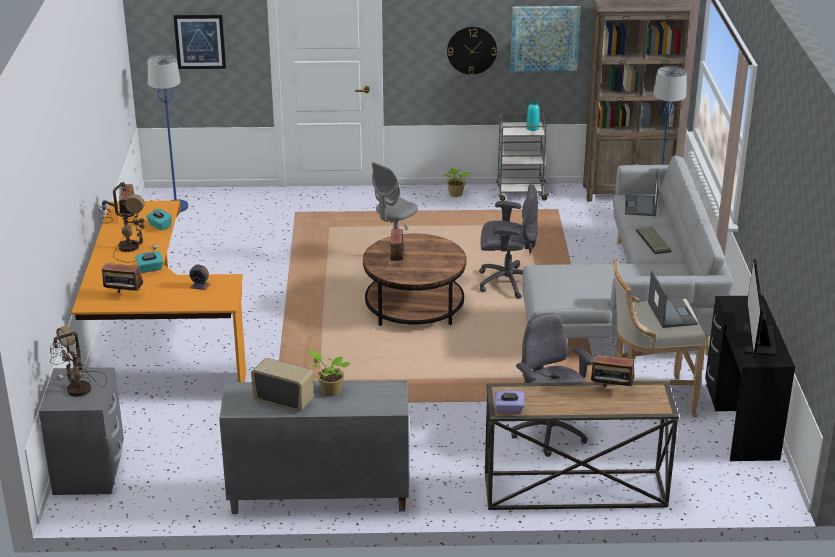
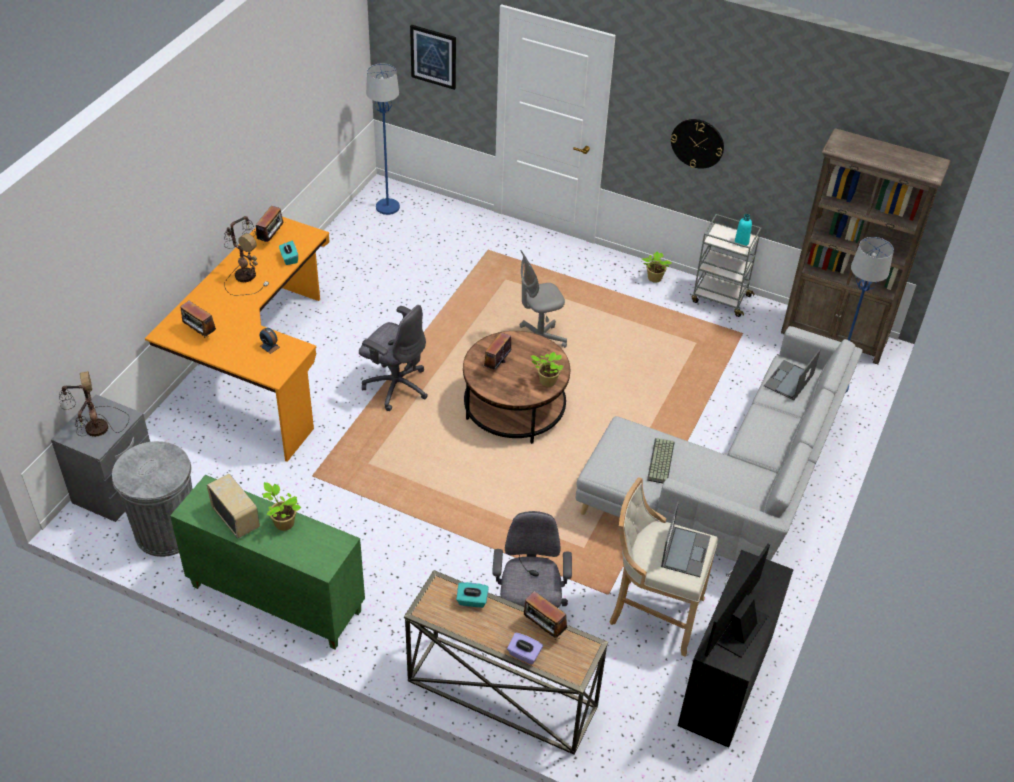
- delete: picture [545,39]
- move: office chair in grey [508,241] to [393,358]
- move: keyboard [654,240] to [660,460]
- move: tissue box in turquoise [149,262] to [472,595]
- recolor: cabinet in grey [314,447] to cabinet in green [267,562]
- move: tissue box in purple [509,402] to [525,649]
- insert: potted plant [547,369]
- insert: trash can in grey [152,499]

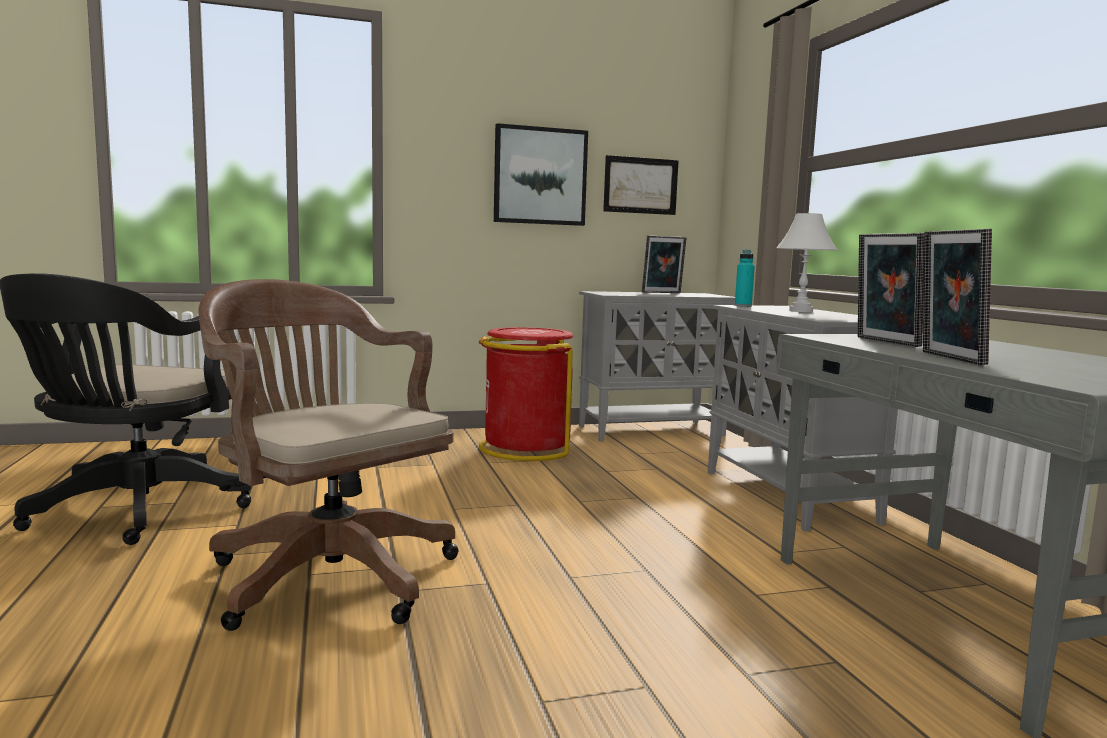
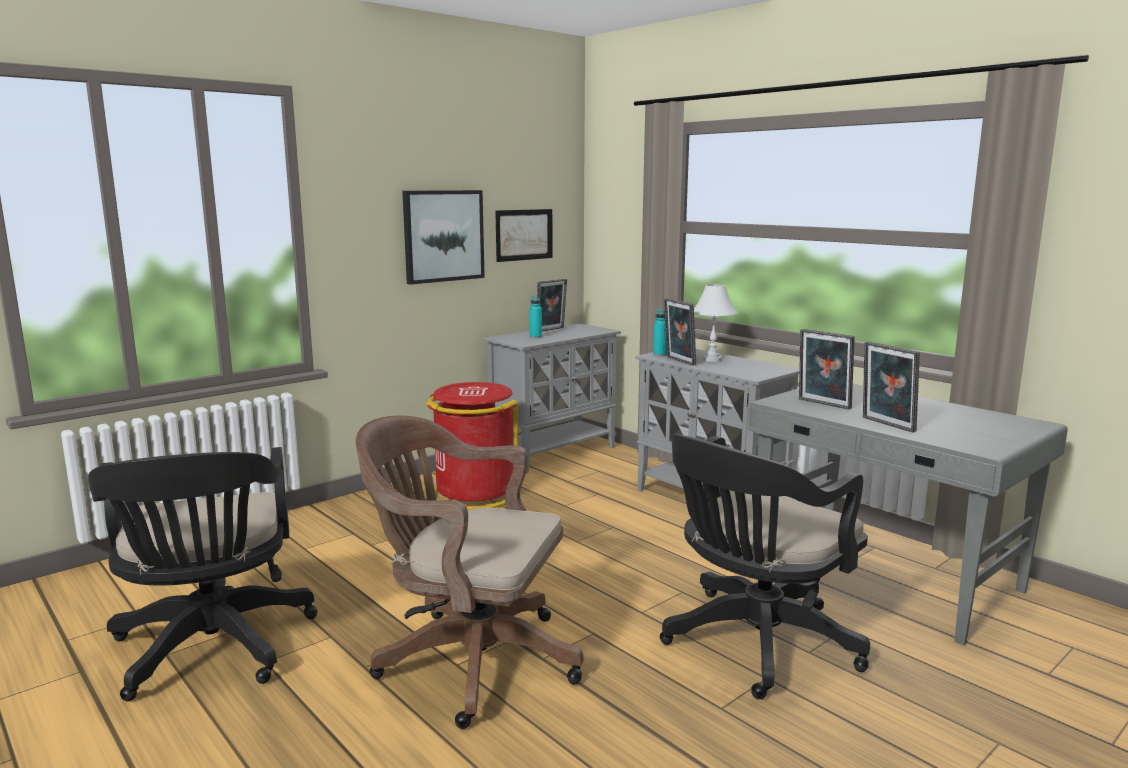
- insert: bottle in turquoise [536,317]
- insert: picture frame [680,332]
- insert: office chair in black [765,566]

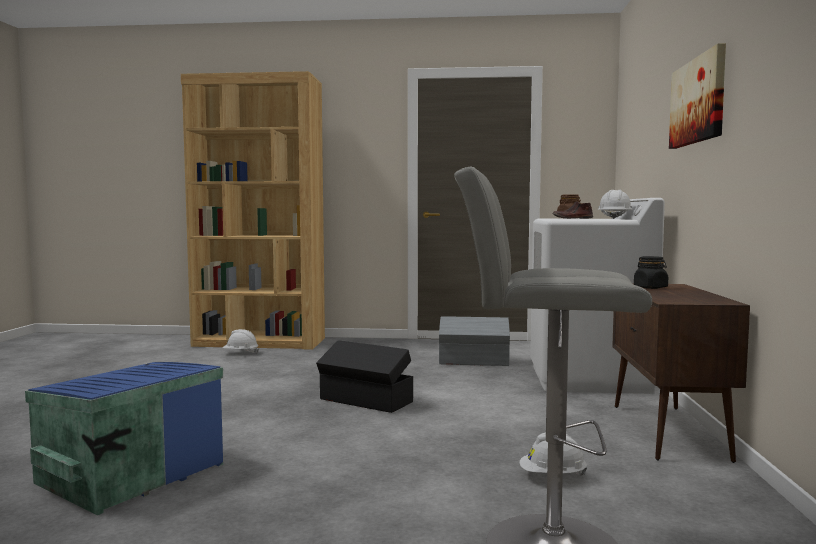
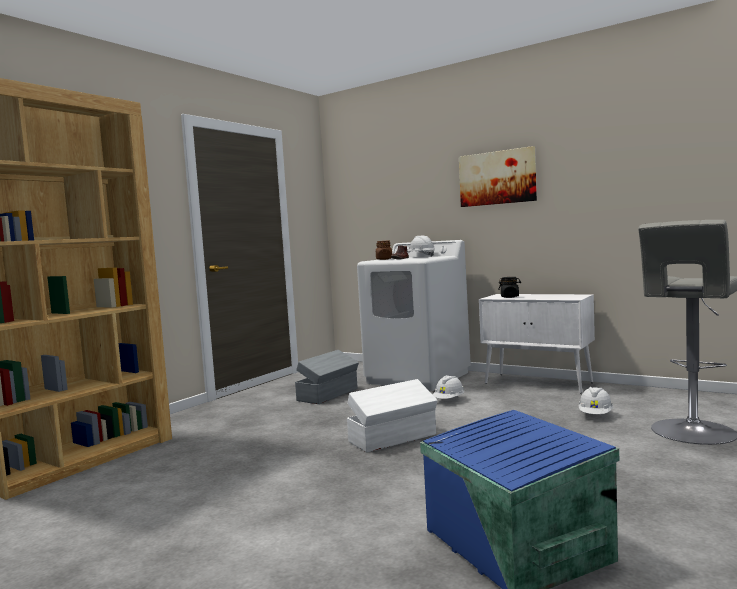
- recolor: cabinet in brown [681,373] to cabinet in white [537,344]
- move: hard hat in white [240,341] to [449,387]
- recolor: storage box in black [364,376] to storage box in white [392,415]

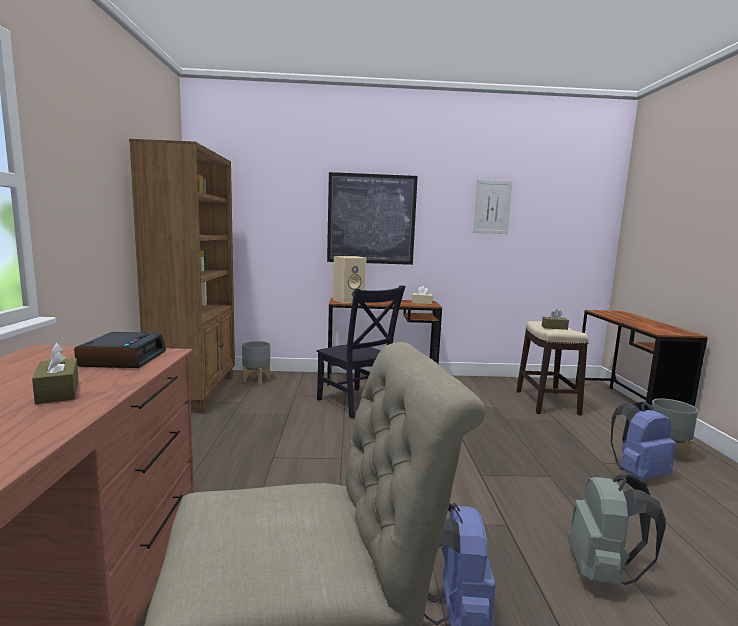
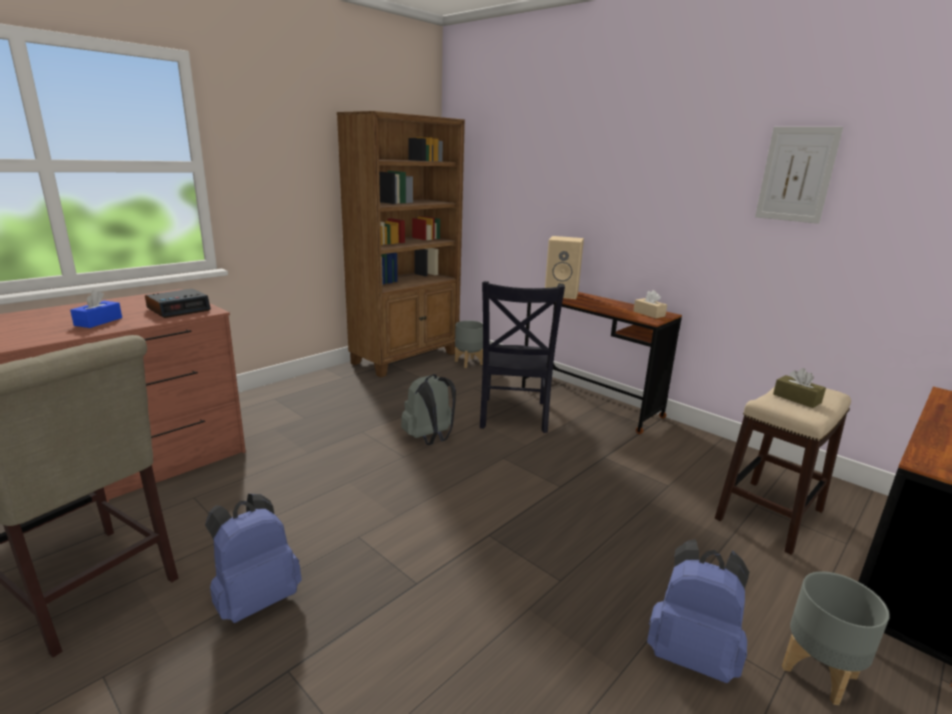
- delete: picture [372,218]
- recolor: tissue box in brown [55,373] to tissue box in blue [96,309]
- move: backpack in grey [617,530] to [428,409]

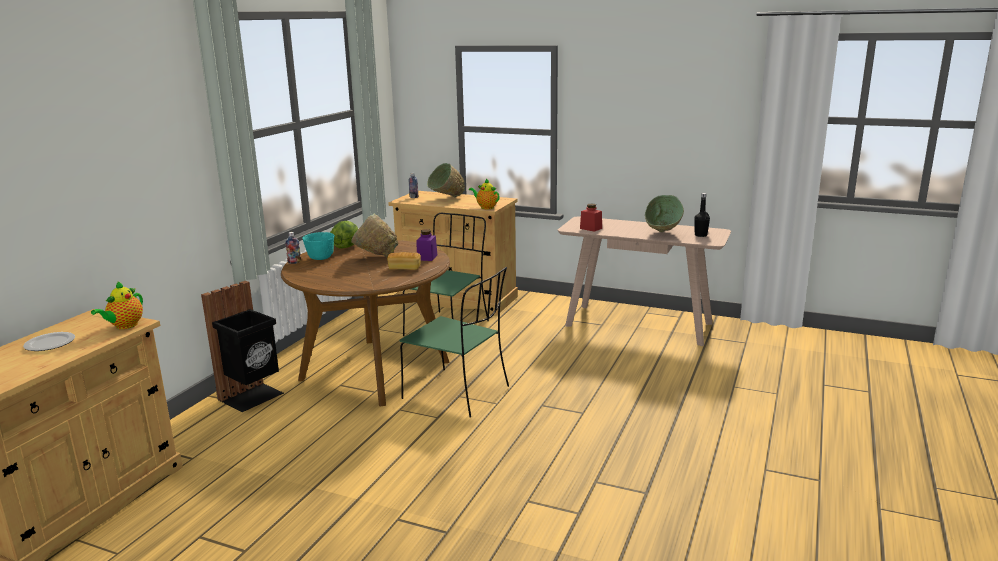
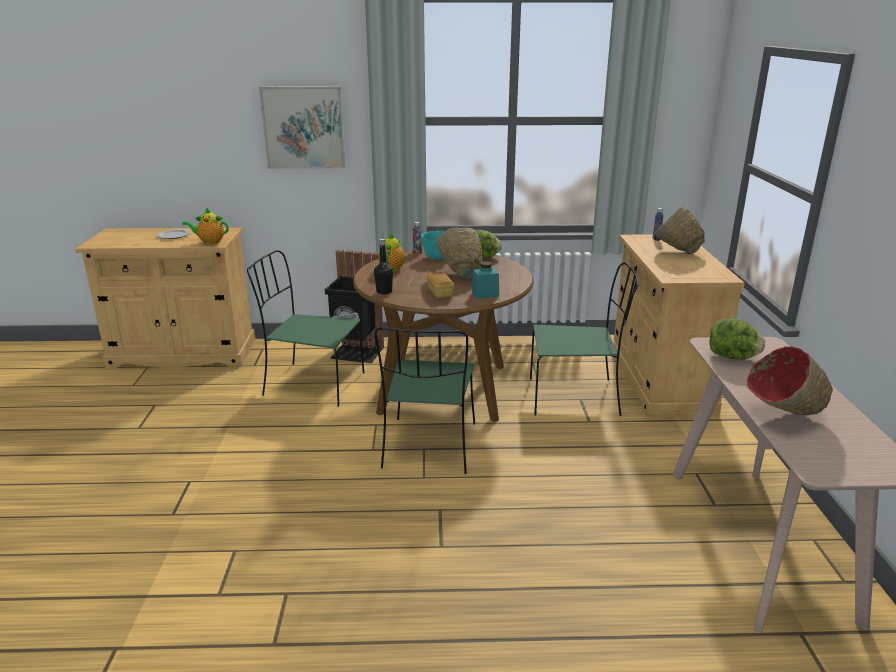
- move: teapot [484,193] to [391,252]
- move: bottle in black [702,215] to [383,266]
- recolor: bowl in green [664,213] to bowl in red [790,380]
- replace: jar in red [591,218] to lettuce [737,339]
- recolor: jar in purple [427,245] to jar in turquoise [485,280]
- insert: picture [302,127]
- insert: chair in green [305,328]

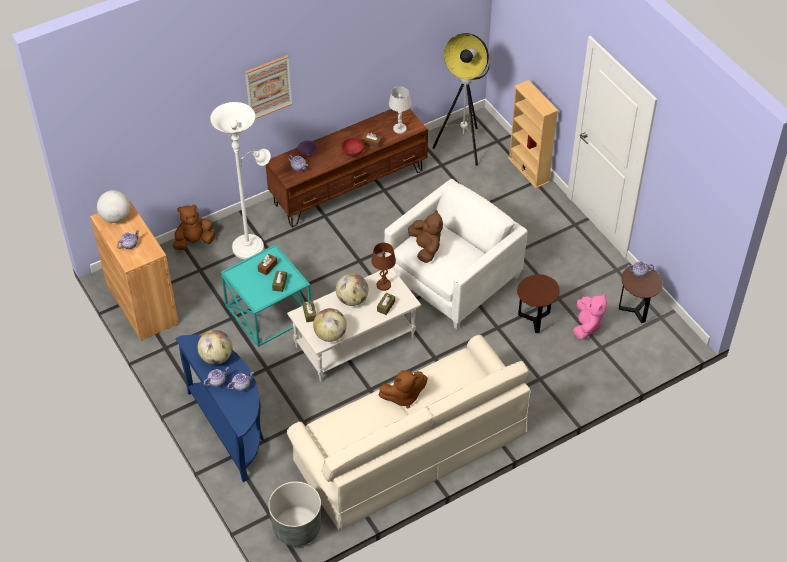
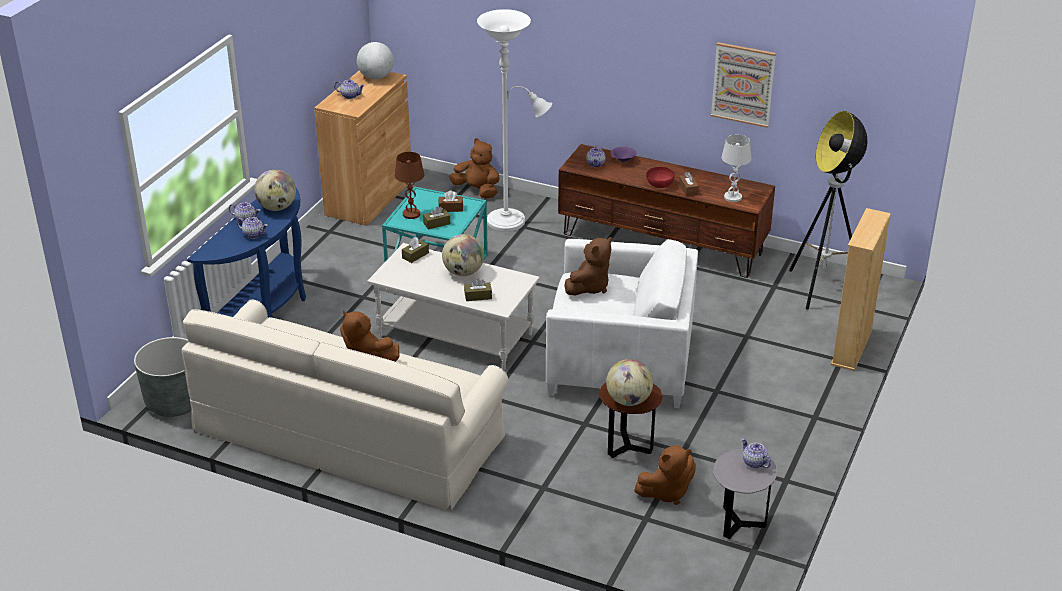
- move: picture [268,87] to [743,85]
- move: table lamp in brown [383,267] to [409,185]
- recolor: side table in brown [641,294] to side table in grey [745,494]
- recolor: plush toy in pink [590,316] to plush toy in brown [665,475]
- move: globe [330,325] to [629,382]

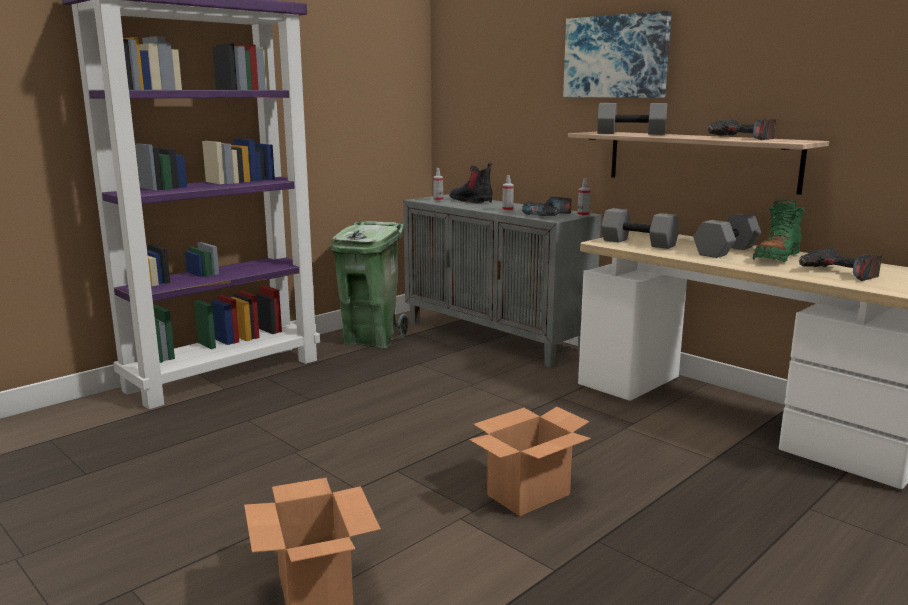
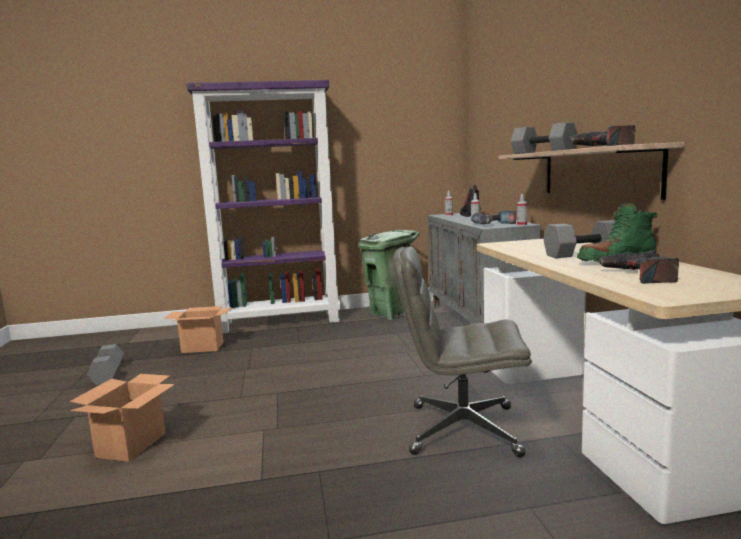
- delete: picture [617,54]
- move: dumbbell in grey [640,228] to [105,364]
- move: cardboard box [530,461] to [197,329]
- insert: office chair in grey [462,351]

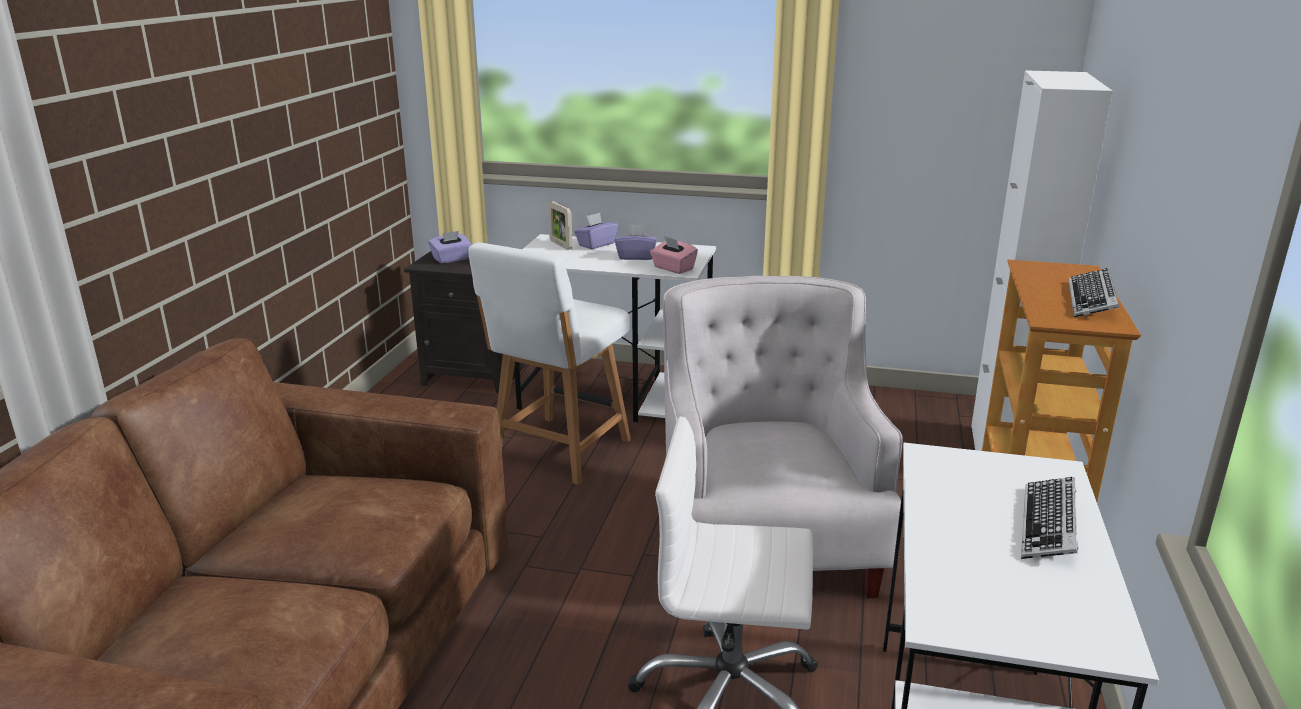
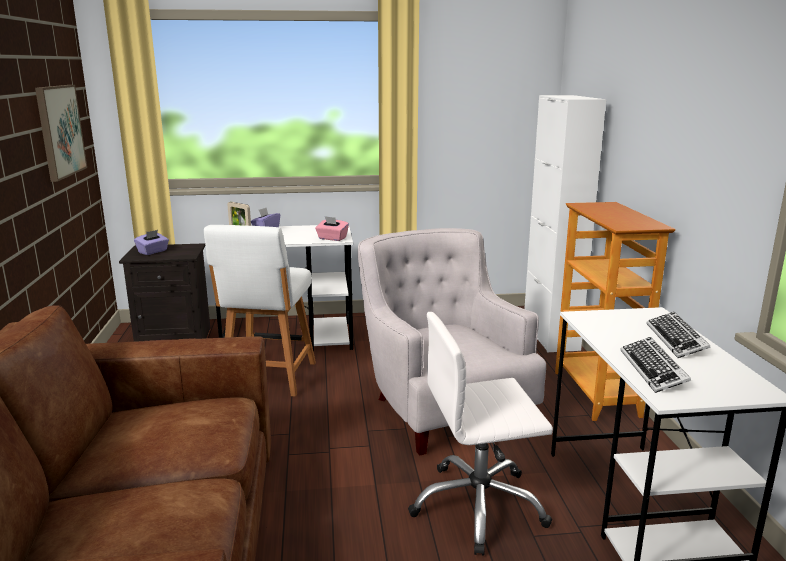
- delete: tissue box in purple [636,242]
- move: keyboard [1093,292] to [655,365]
- insert: picture [61,133]

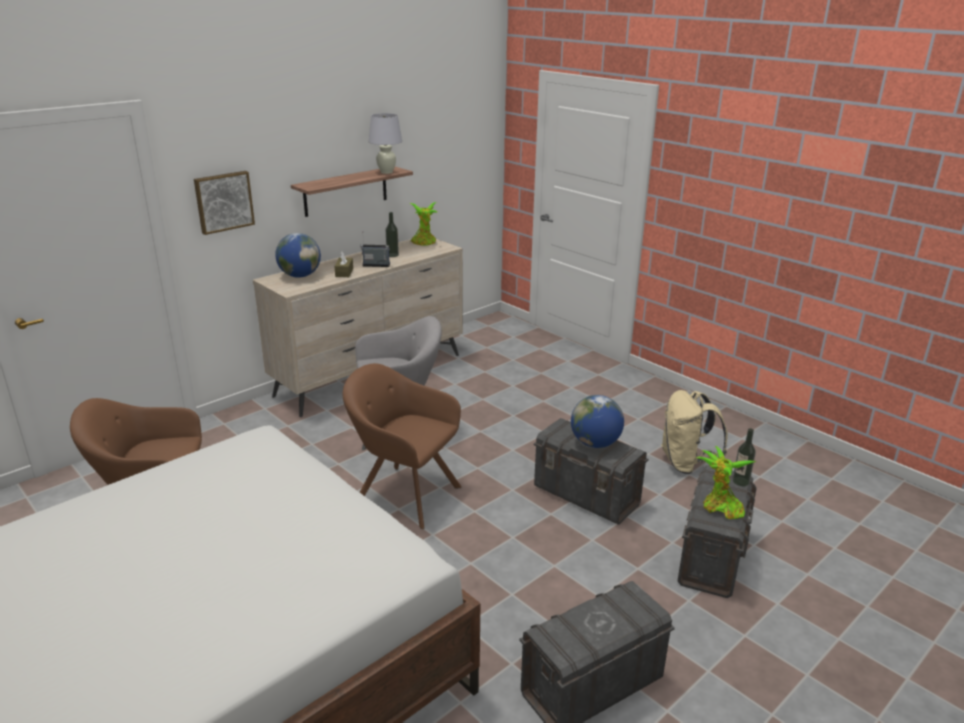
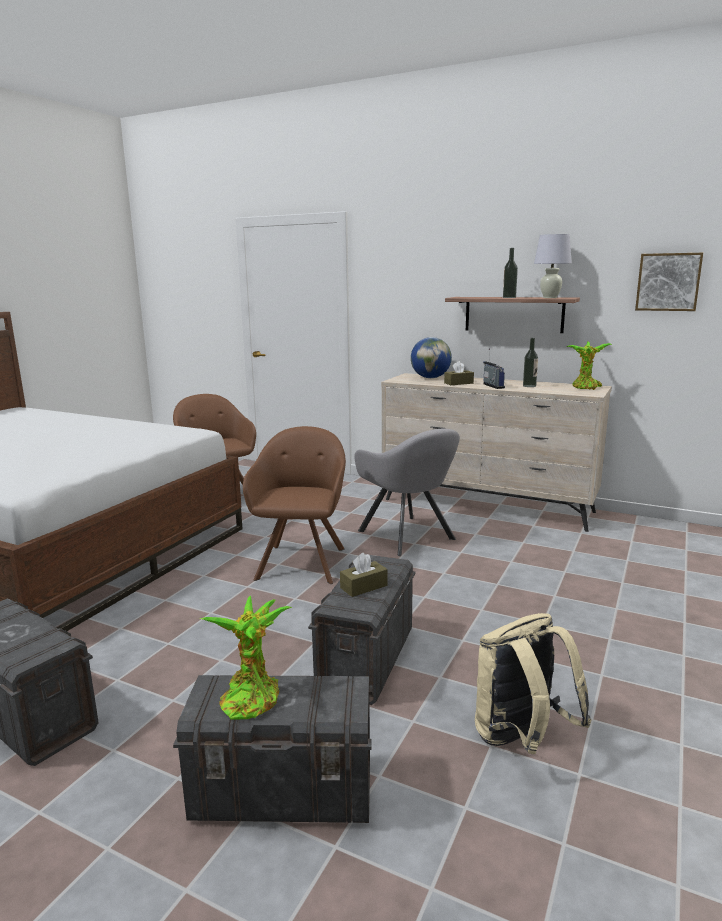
- move: picture [224,203] to [669,282]
- replace: globe [597,421] to tissue box in brown [364,575]
- move: bottle [744,457] to [510,273]

